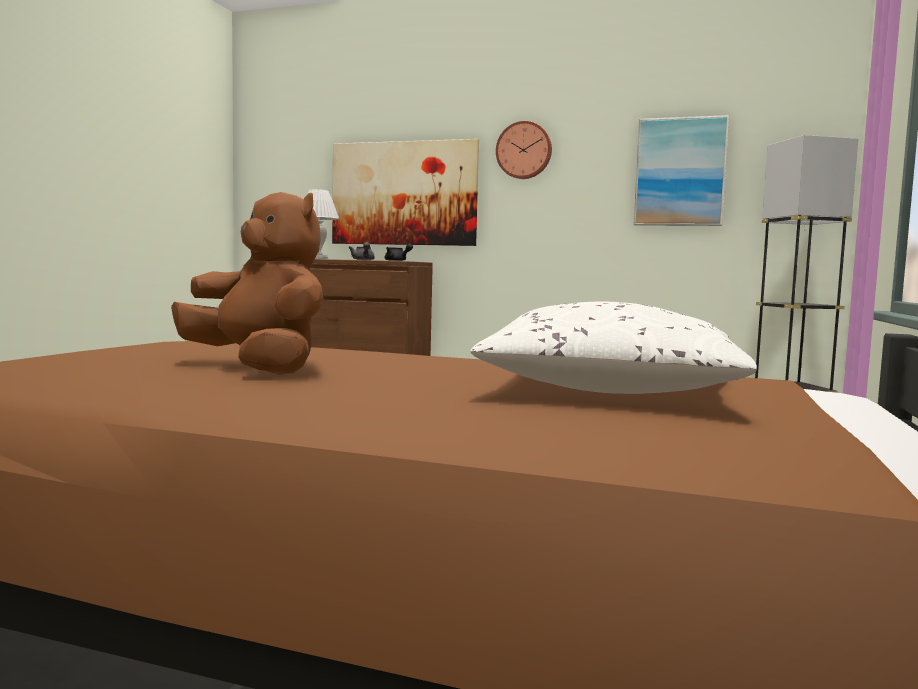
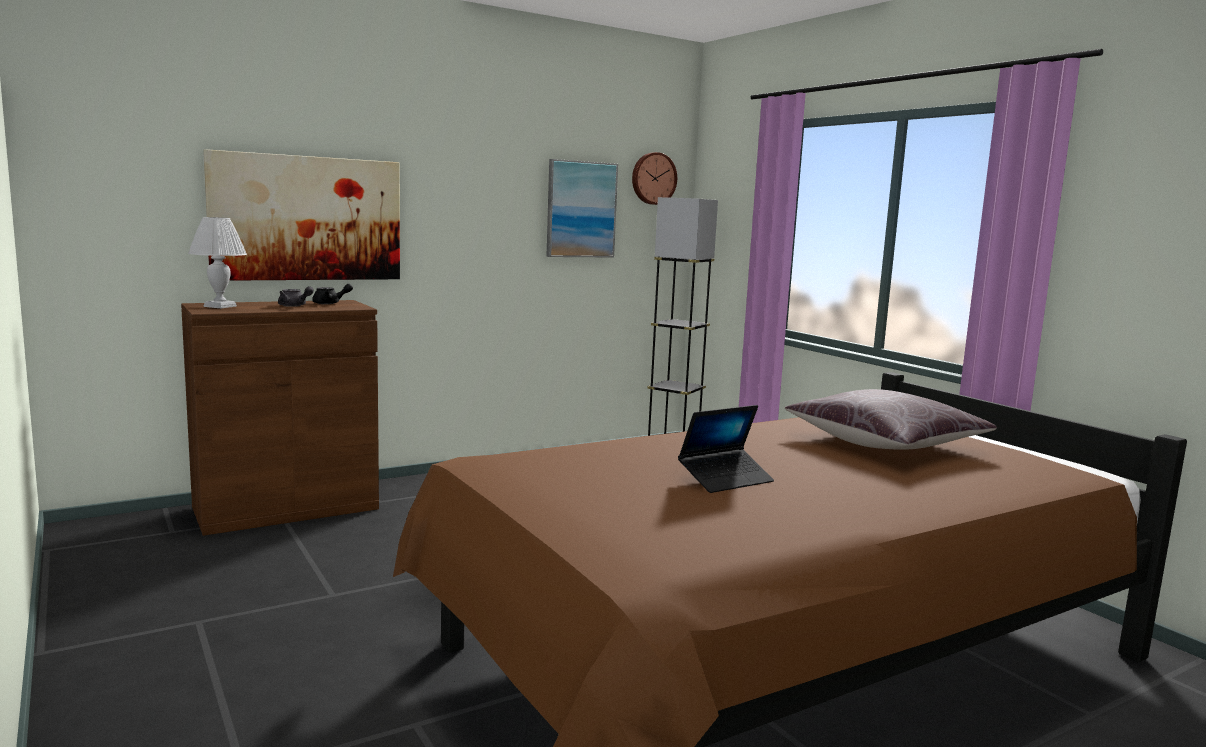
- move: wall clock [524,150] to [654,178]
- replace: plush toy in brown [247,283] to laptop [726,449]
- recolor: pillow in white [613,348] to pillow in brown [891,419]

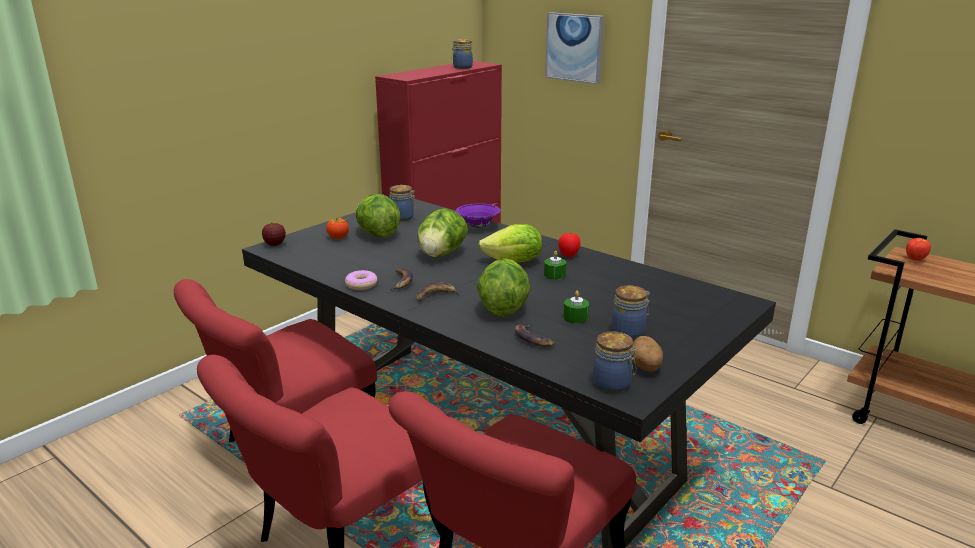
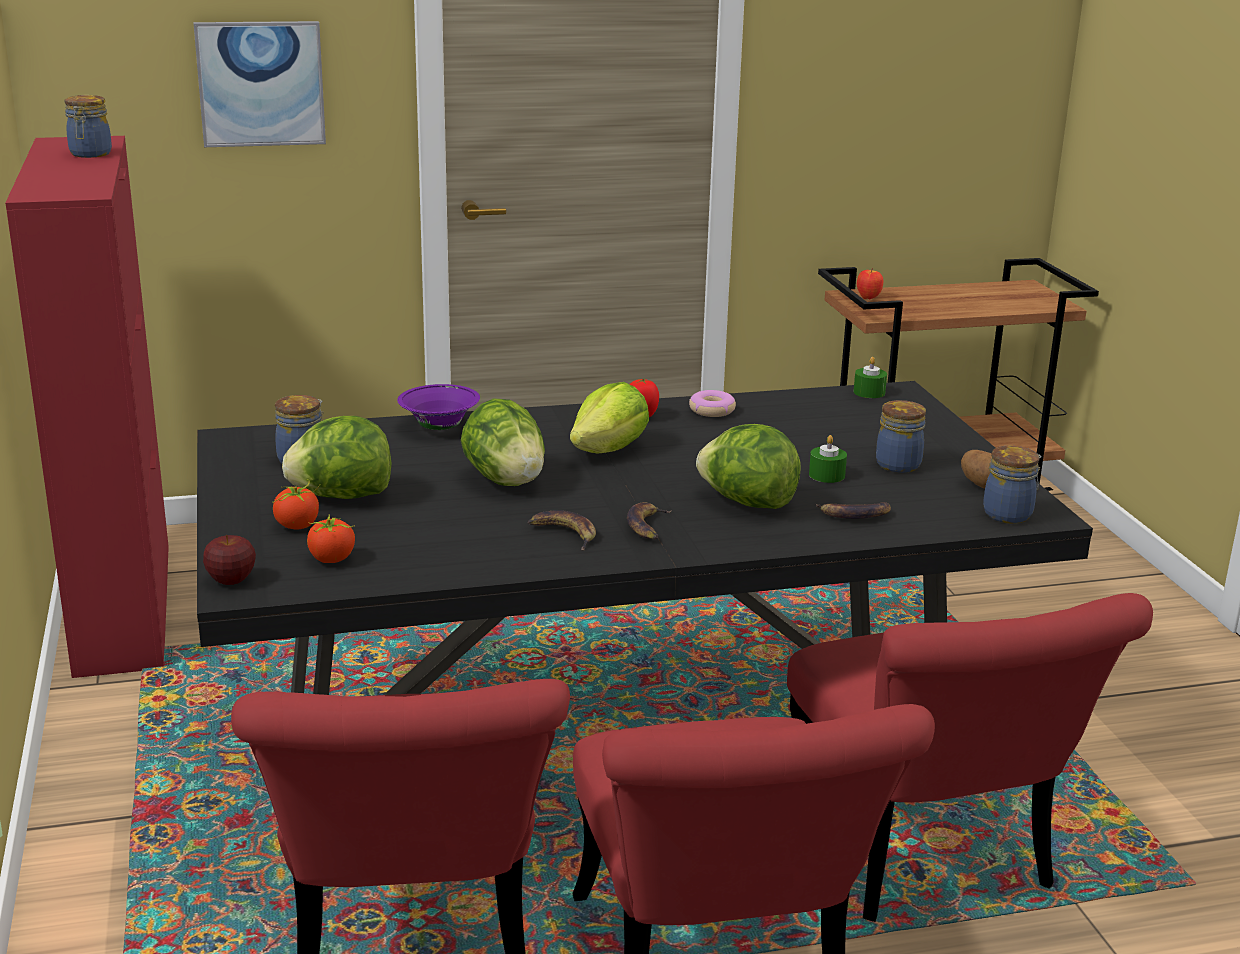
- move: candle in green [555,265] to [870,377]
- move: donut [361,280] to [712,403]
- insert: tomato [331,538]

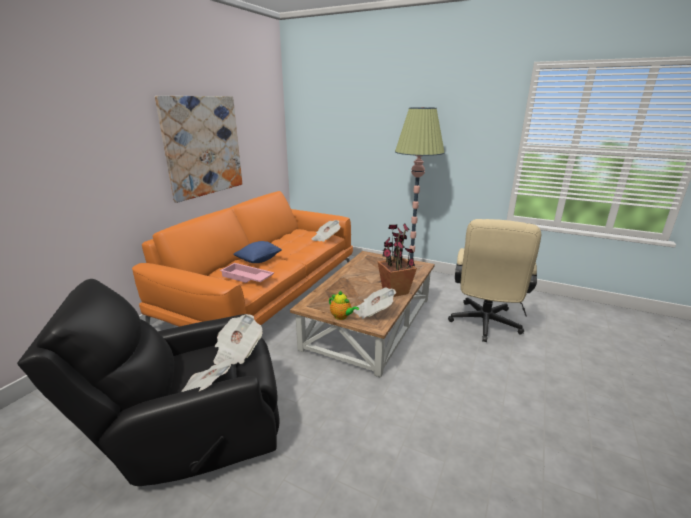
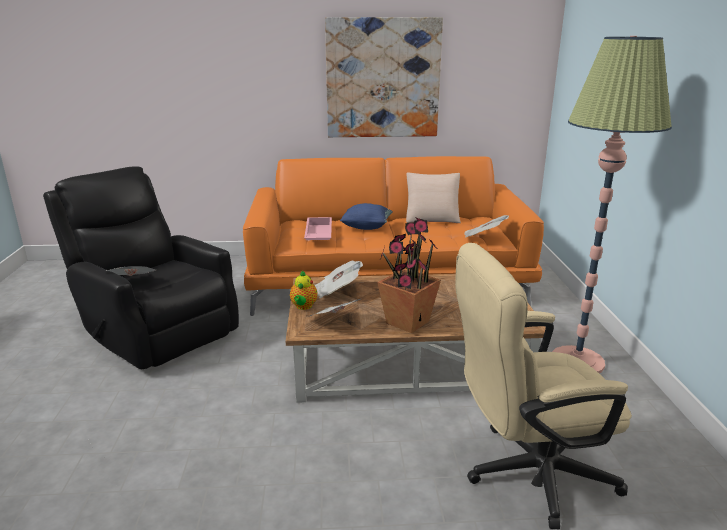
- move: newspaper [237,339] to [339,279]
- insert: pillow in beige [433,198]

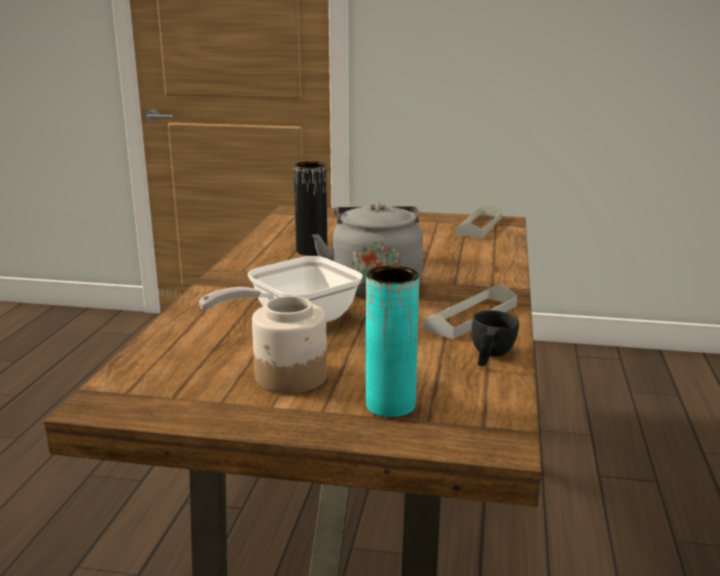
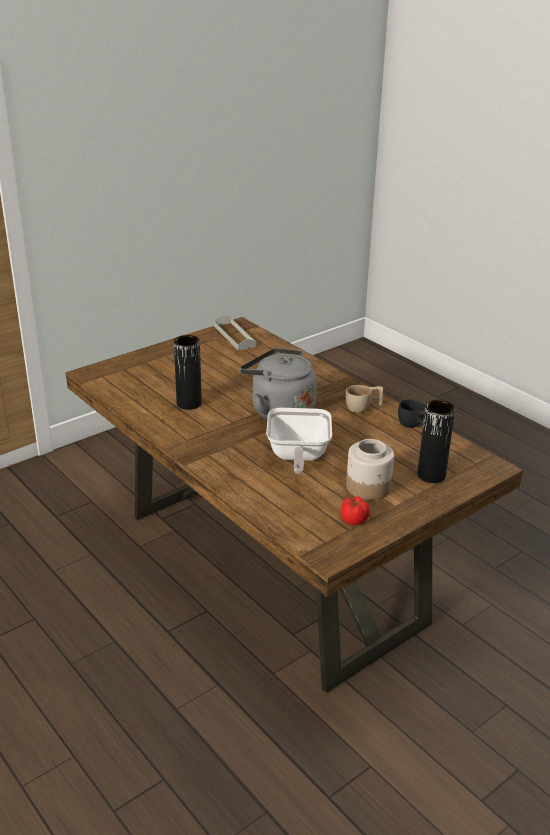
- recolor: vase in turquoise [392,342] to vase in black [436,441]
- replace: tray in grey [470,311] to cup in beige [364,399]
- insert: tomato [355,511]

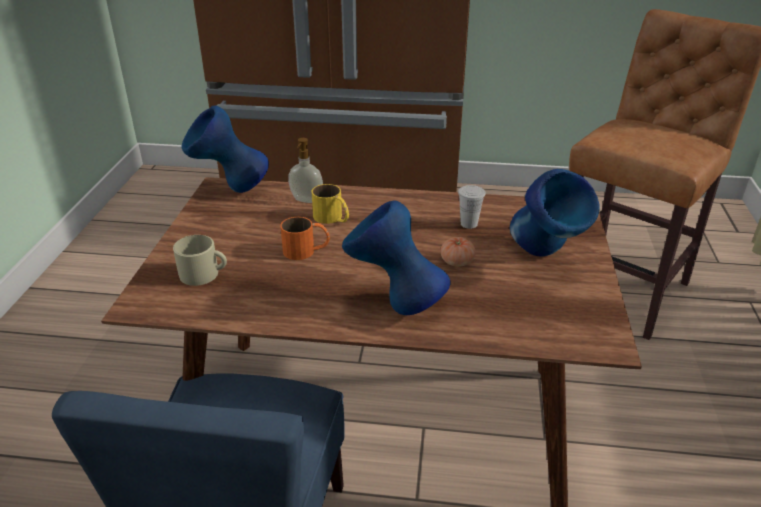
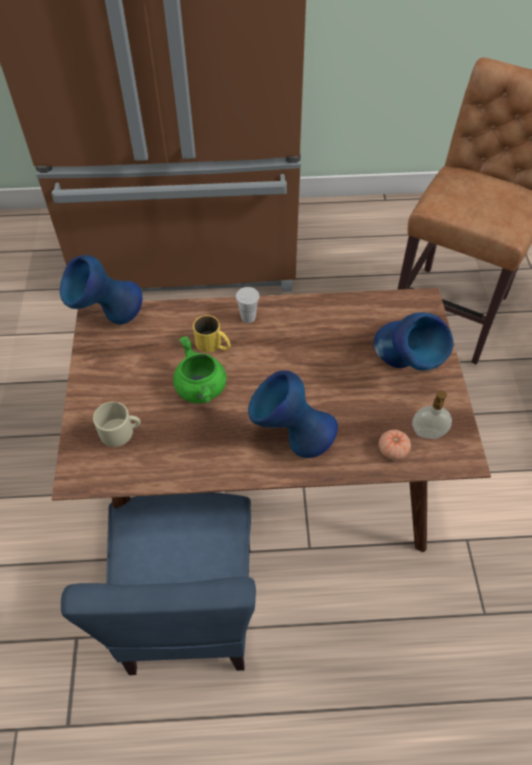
- move: soap dispenser [305,170] to [432,414]
- move: cup in white [472,207] to [247,305]
- replace: mug in orange [305,238] to cooking pot in green [200,369]
- move: tomato [458,252] to [395,445]

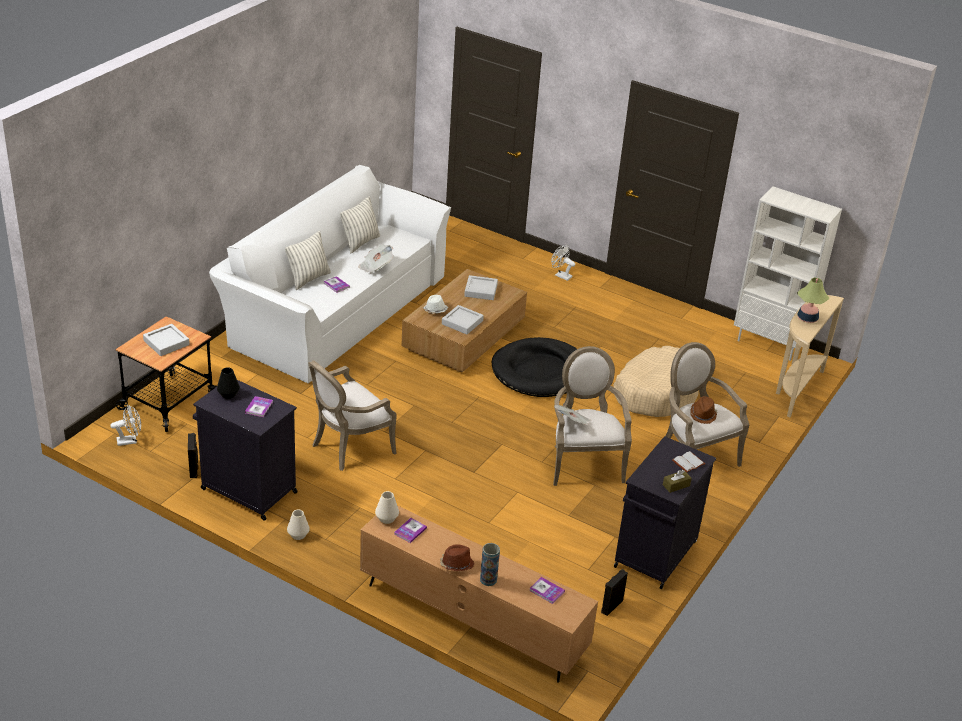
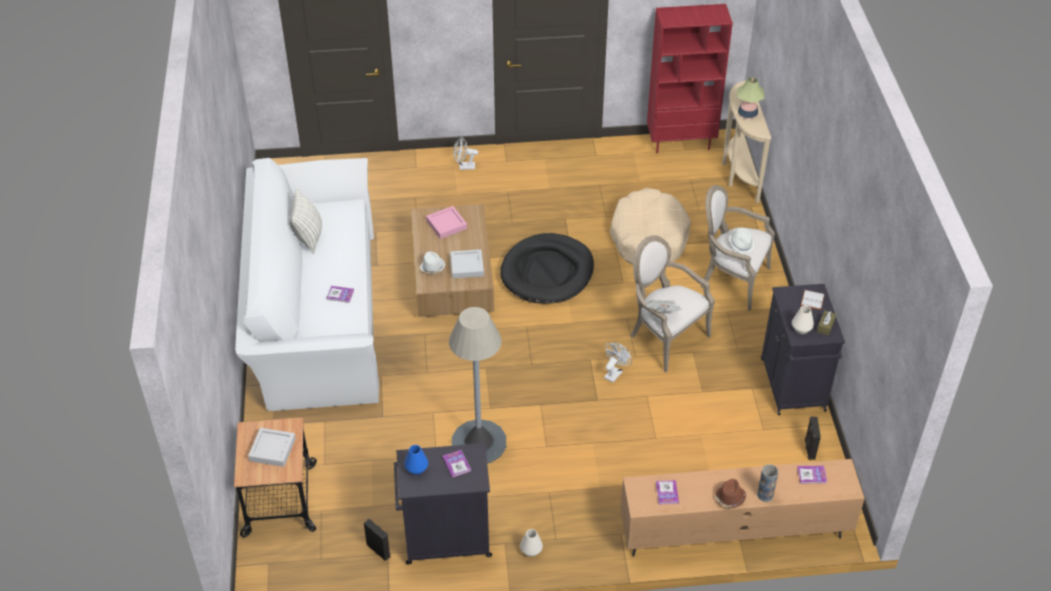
- recolor: bookcase in white [788,273] to bookcase in red [690,78]
- delete: pillow [308,260]
- delete: newspaper [375,258]
- recolor: tray in grey [481,287] to tray in pink [446,222]
- replace: armchair [352,415] to floor lamp in grey [477,385]
- recolor: vase in black [228,383] to vase in blue [416,460]
- recolor: hat in brown [703,410] to hat in white [742,241]
- move: fan in white [125,425] to [618,363]
- move: vase in white [387,507] to [803,320]

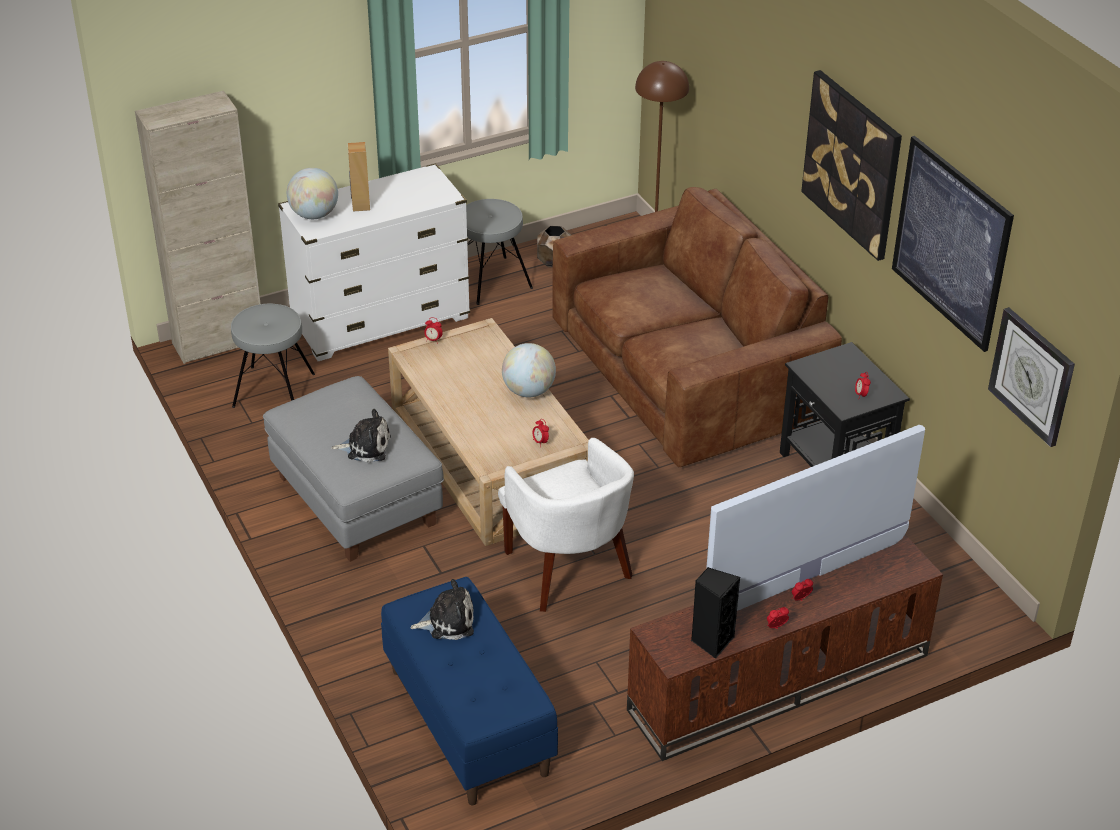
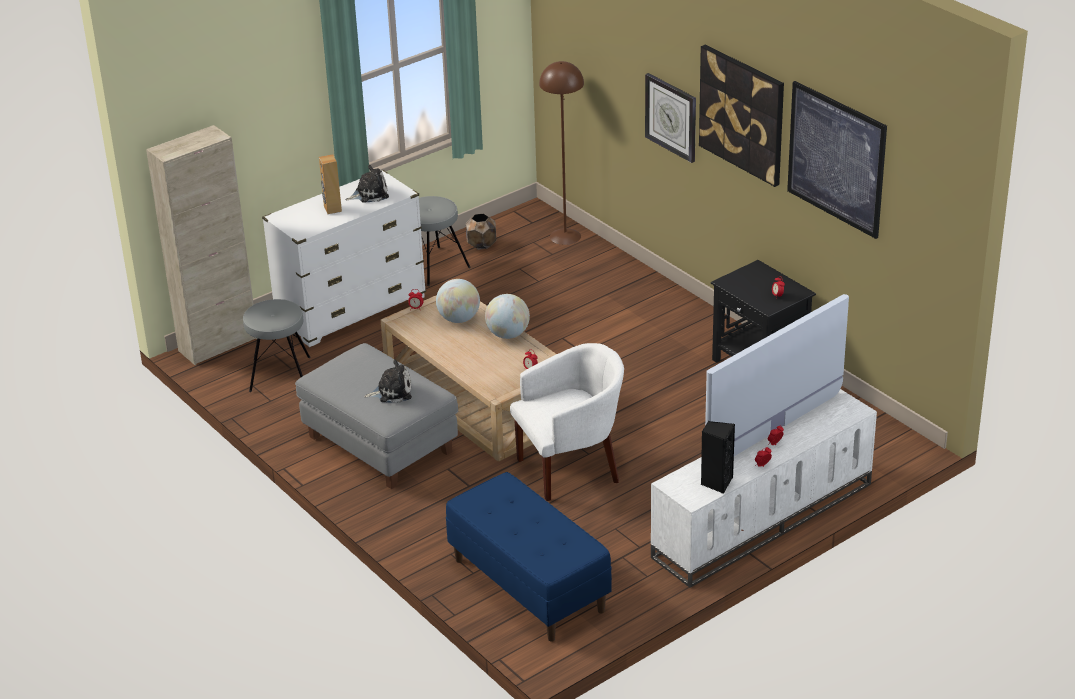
- move: globe [312,193] to [458,301]
- delete: sofa in brown [697,327]
- move: wall clock [1031,377] to [670,118]
- rotate: armchair in white [566,525] = [567,422] 75 degrees counterclockwise
- recolor: tv stand in brown [785,648] to tv stand in white [764,488]
- move: plush toy [442,609] to [367,184]

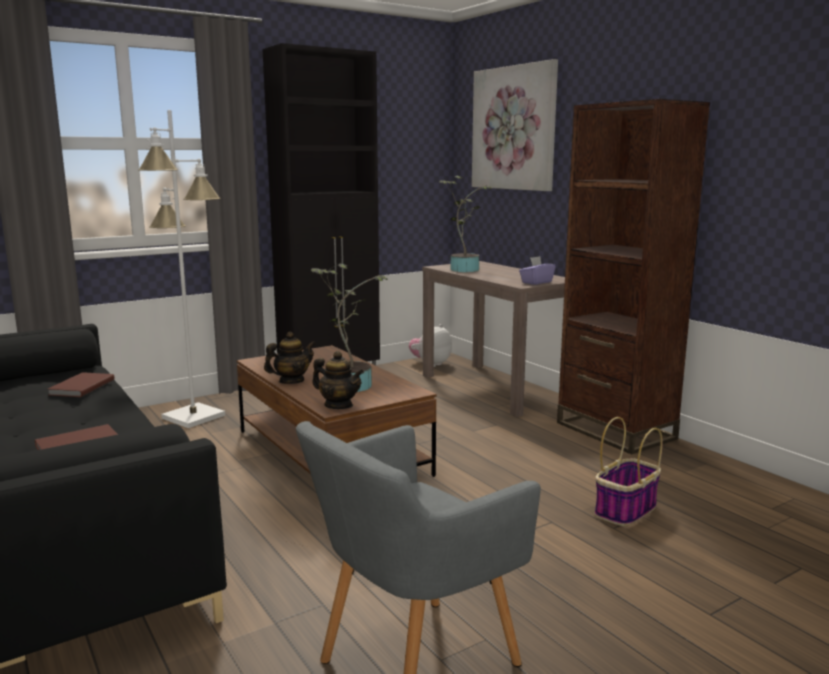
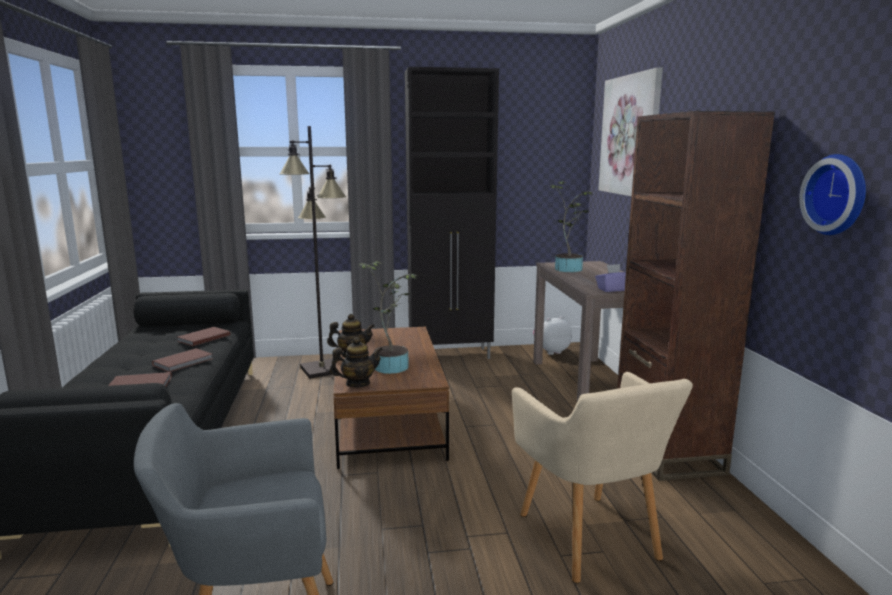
- recolor: floor lamp in white [181,269] to floor lamp in black [312,252]
- rotate: teapot [338,380] = [356,362] 75 degrees counterclockwise
- replace: basket [629,471] to armchair in beige [602,477]
- insert: wall clock [832,194]
- insert: book in brown [182,360]

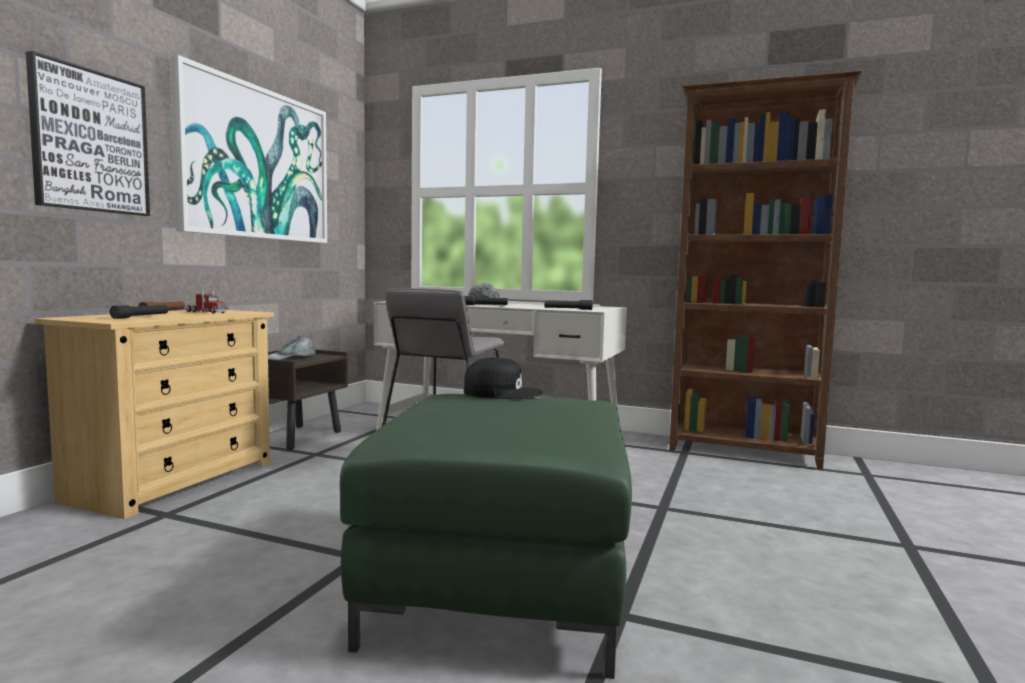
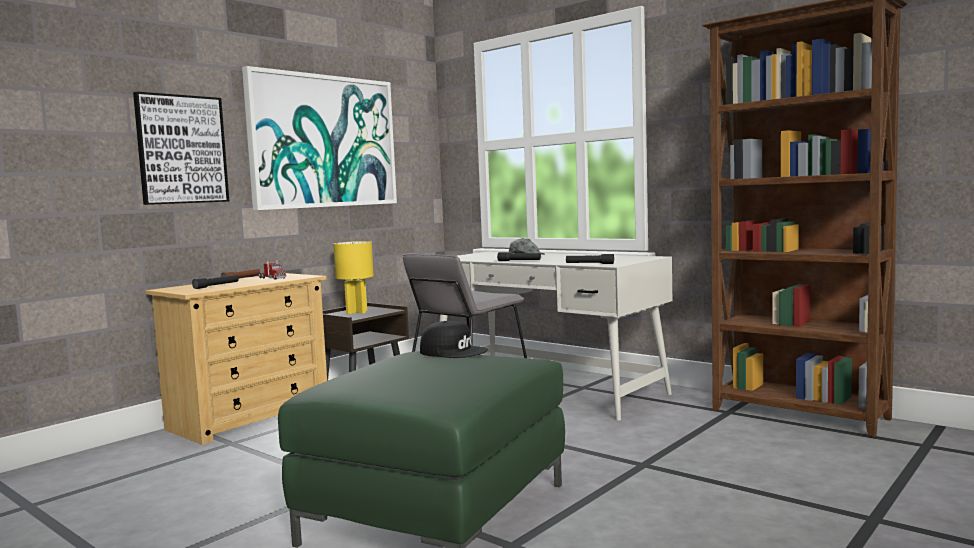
- replace: cap in grey [292,347] to table lamp in yellow [353,277]

